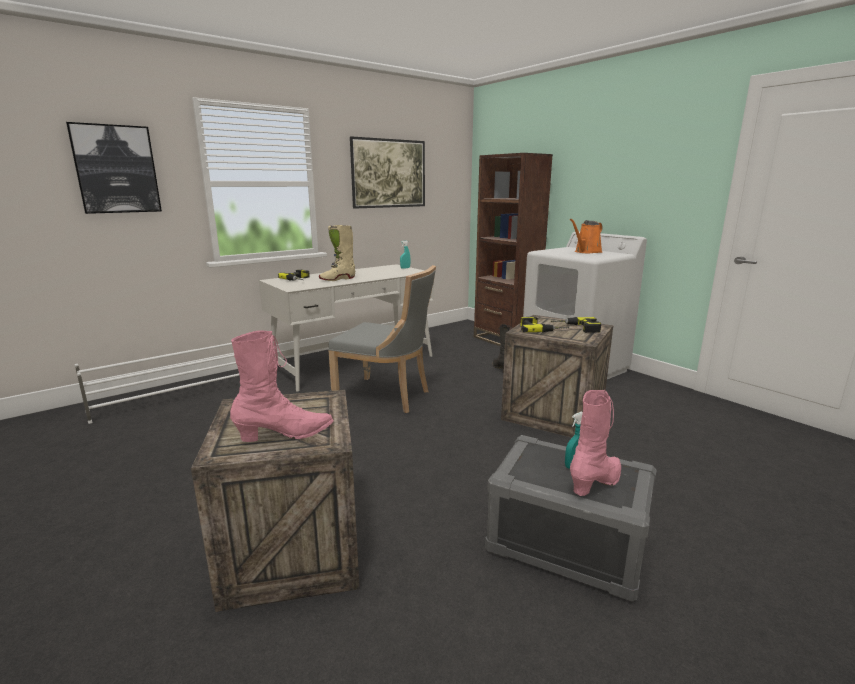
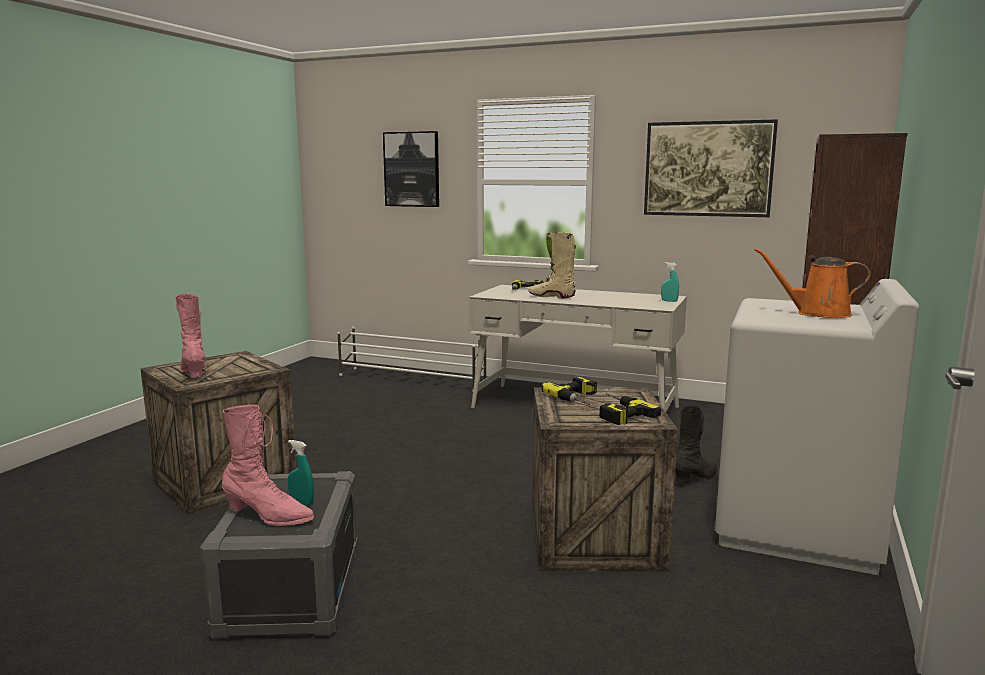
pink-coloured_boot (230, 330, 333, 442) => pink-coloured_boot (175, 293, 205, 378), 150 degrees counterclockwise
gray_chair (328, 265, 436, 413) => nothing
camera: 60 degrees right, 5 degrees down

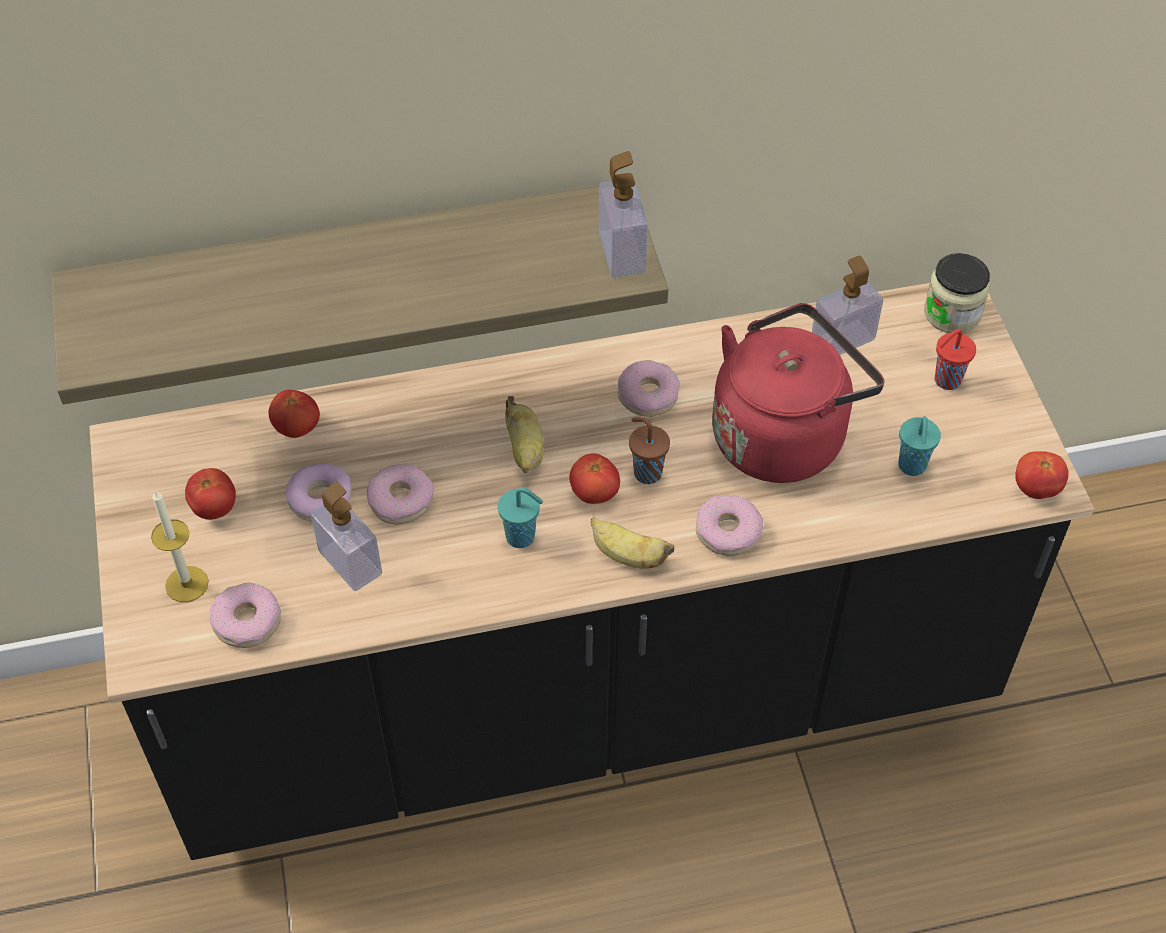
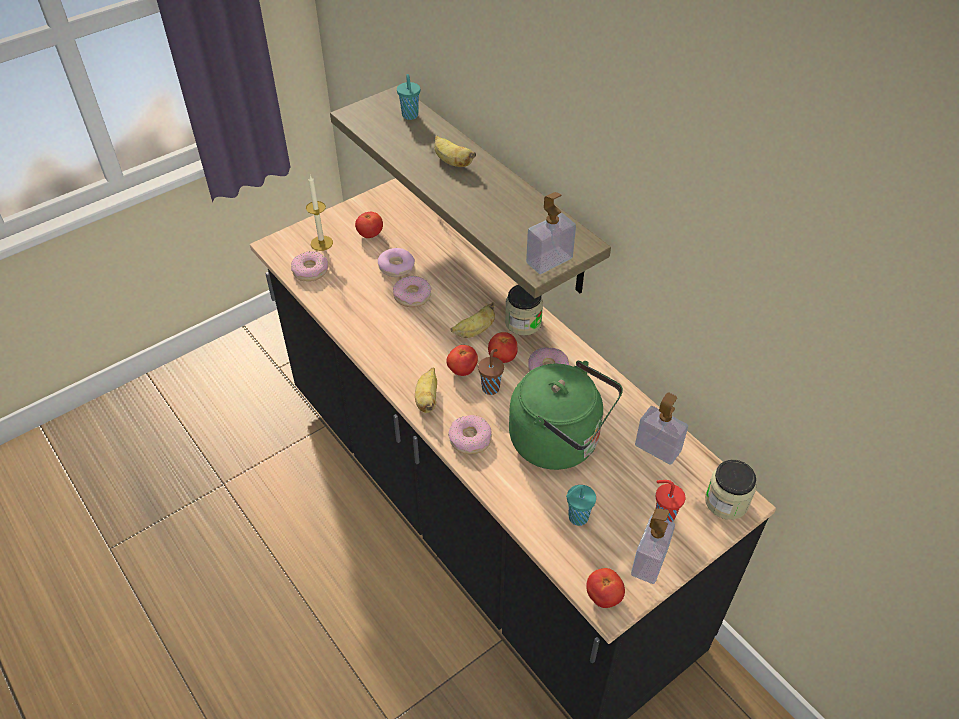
turquoise_drinking_cup (498, 487, 543, 548) => turquoise_drinking_cup (397, 74, 420, 120), move
nothing => banana (434, 136, 476, 167)
tomato (268, 390, 320, 438) => tomato (488, 332, 518, 363), move
nothing => preserve_jar (505, 285, 543, 335)
red-coloured_water_kettle (712, 303, 884, 483) => green-coloured_water_kettle (509, 361, 623, 470)
soap_bottle (311, 481, 382, 591) => soap_bottle (631, 508, 675, 584), move
camera: 65 degrees right, 5 degrees down

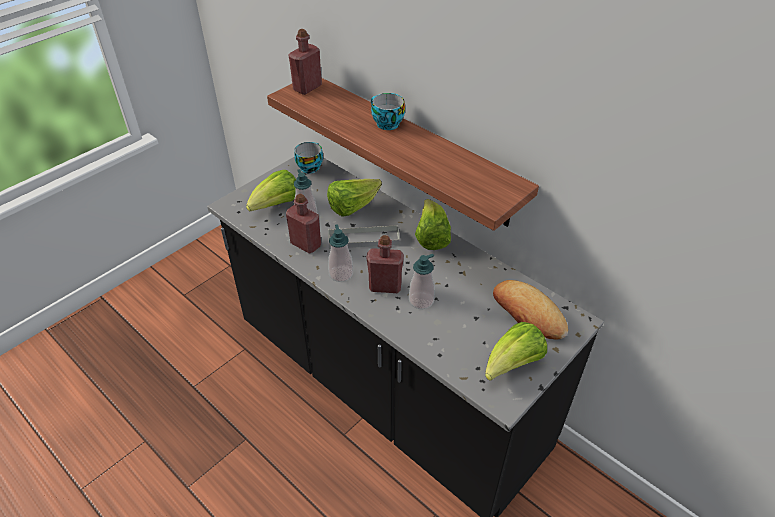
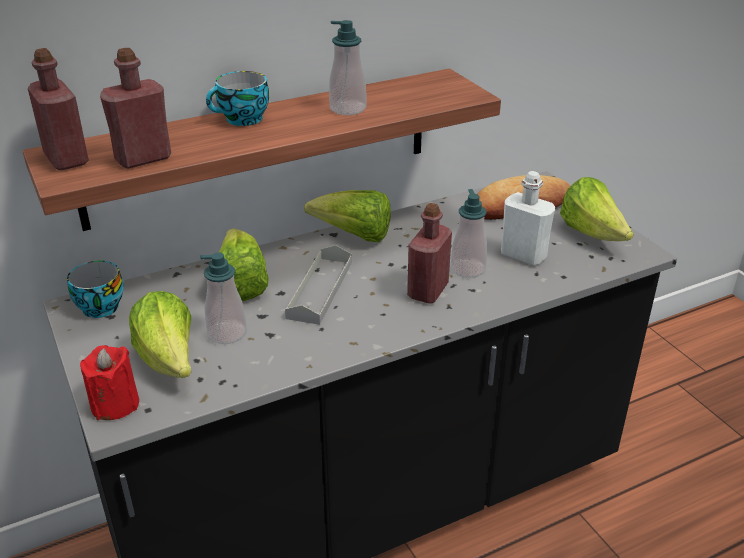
nothing => red-coloured_wax_candle (80, 345, 139, 420)
red-coloured_bottle (286, 193, 321, 253) => red-coloured_bottle (100, 48, 171, 169), move
soap_bottle (328, 224, 353, 282) => soap_bottle (329, 20, 366, 115), move
nothing => whitish_bottle (501, 171, 555, 266)
camera: 70 degrees left, 10 degrees down

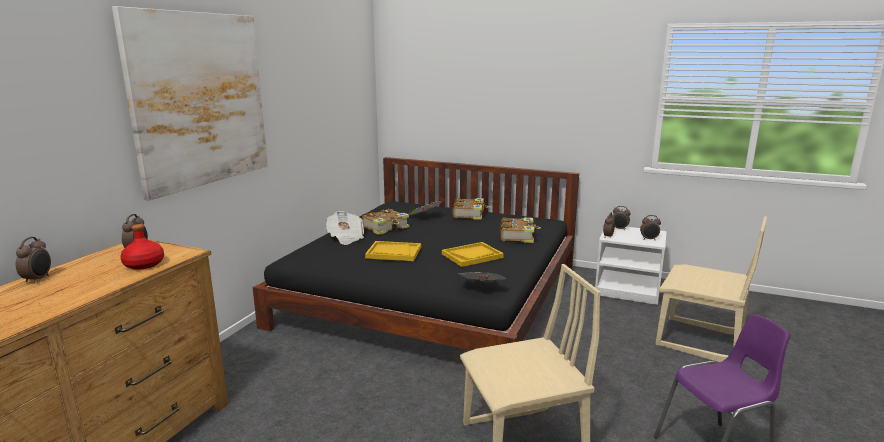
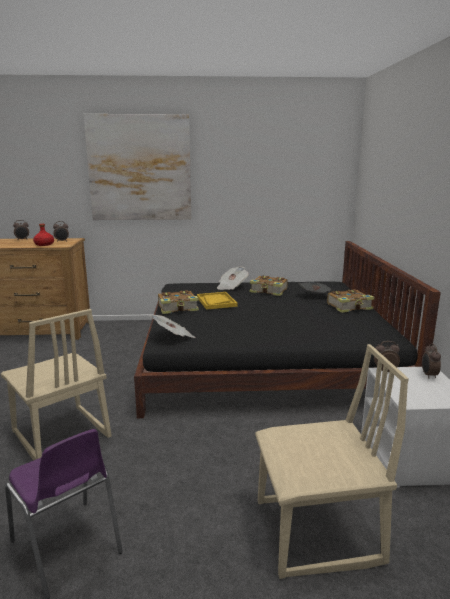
book (500, 217, 541, 243) => book (158, 290, 199, 314), move
sand-coloured_chair (656, 216, 767, 362) => sand-coloured_chair (255, 344, 409, 579), 105 degrees counterclockwise
yellowish_carrying_tray (442, 242, 504, 267) => nothing
table_clock (640, 215, 661, 240) => nothing
camera: 65 degrees right, 0 degrees up

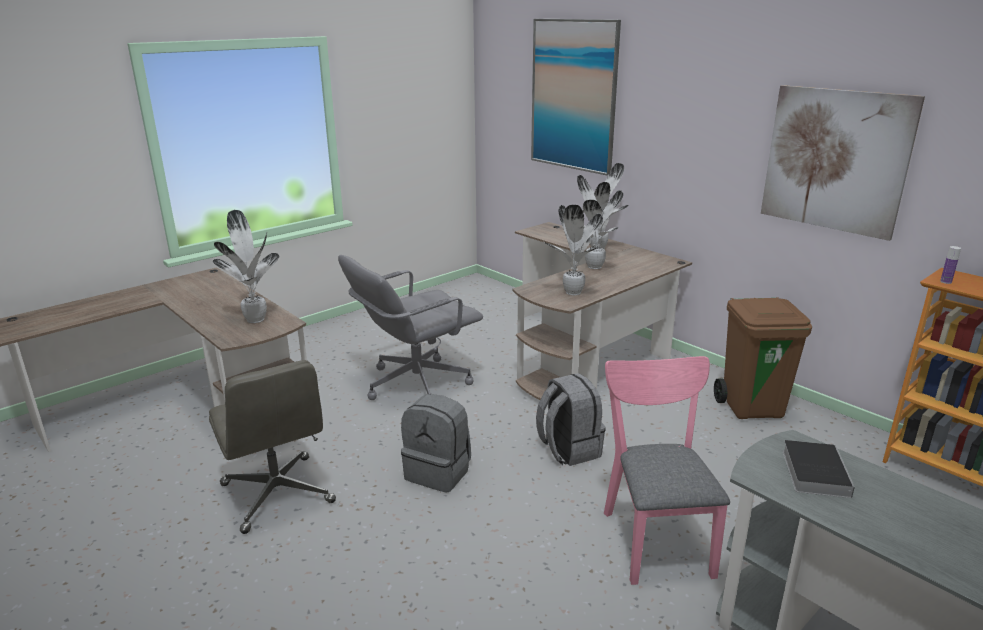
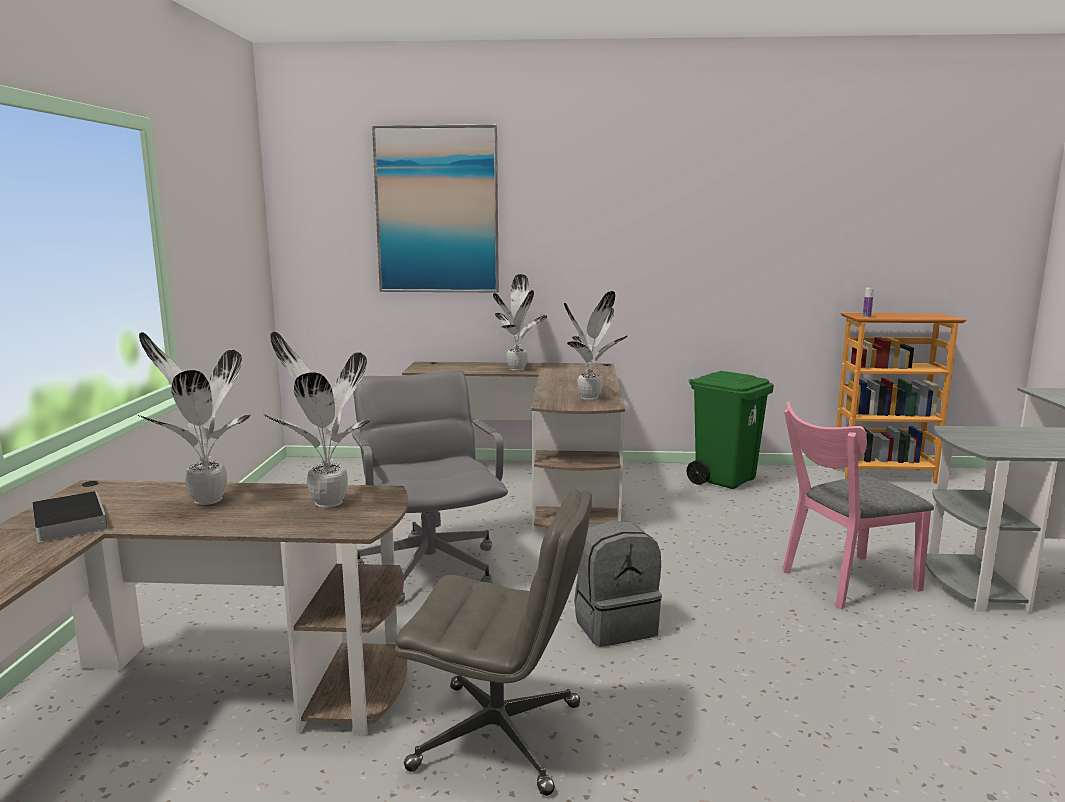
book (782, 440, 855, 498) => book (32, 491, 108, 543), move
potted_plant (577, 175, 623, 269) => potted_plant (138, 332, 251, 505), move
gray_computer_chair (338, 255, 483, 400) => gray_computer_chair (352, 370, 508, 604), 150 degrees clockwise
brown_trash_can (714, 297, 812, 419) => green-coloured_trash_can (686, 371, 774, 489)
pink-coloured_chair (604, 356, 730, 585) => pink-coloured_chair (782, 402, 934, 609), 60 degrees counterclockwise
gray_knapsack (536, 373, 606, 466) => nothing
wall_art (761, 85, 925, 241) => nothing
camera: 45 degrees left, 10 degrees down

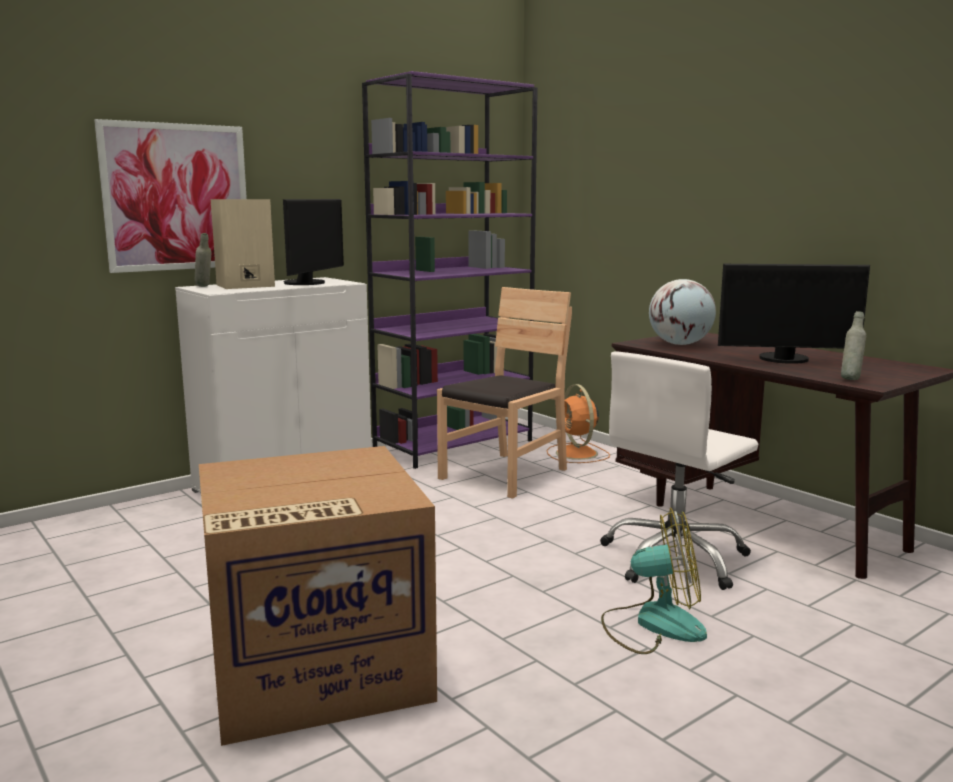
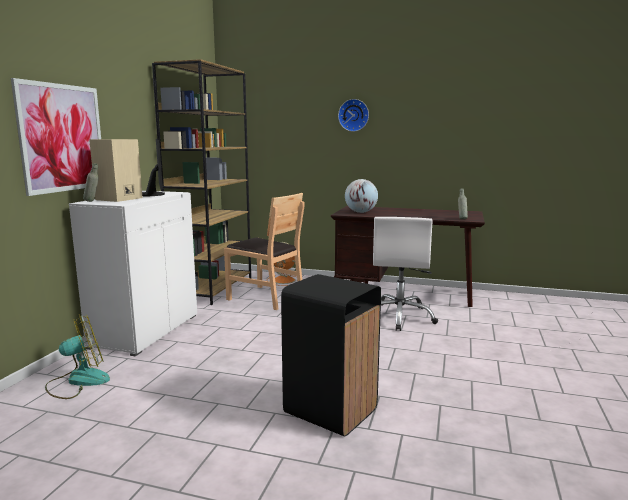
fan (601, 507, 707, 654) => fan (45, 314, 110, 399), move
purple-coloured_bookcase (362, 71, 538, 469) => brown_bookcase (152, 59, 251, 305)
brown_chair (437, 287, 572, 499) => brown_chair (224, 193, 305, 310), 120 degrees clockwise
carton (199, 446, 437, 746) => blackish_trash_can (281, 274, 381, 436)
nothing => hanging_clock (338, 99, 369, 132)
computer_screen (718, 264, 870, 364) => nothing
camera: 35 degrees left, 0 degrees up

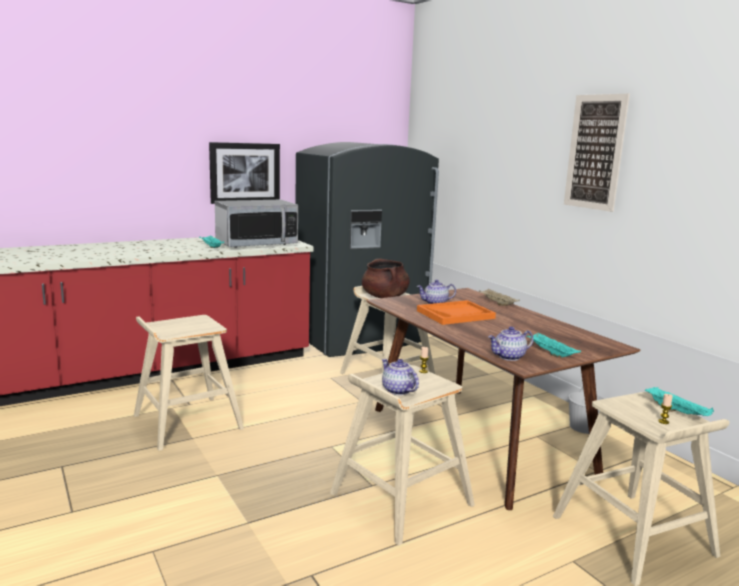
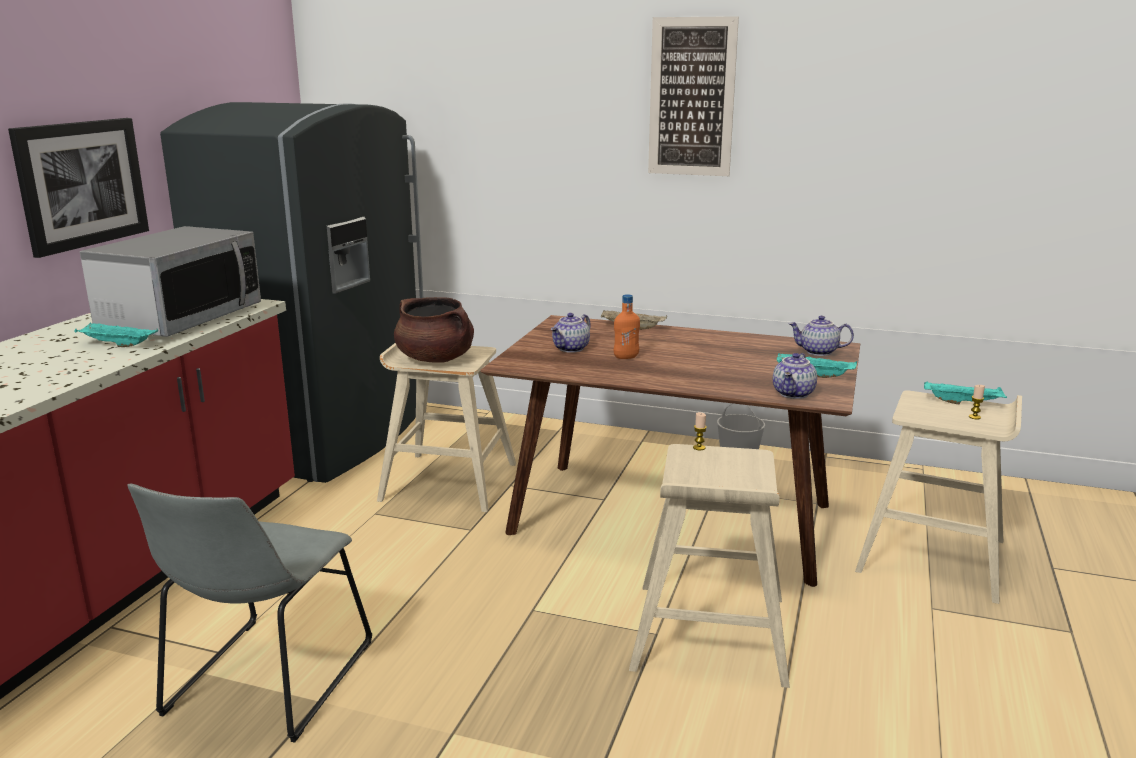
sand-coloured_stool (134, 315, 244, 451) => gray_chair (127, 484, 372, 742)
orange_carrying_tray (417, 300, 496, 325) => orange_bottle (614, 294, 640, 359)
tea_pot (382, 359, 419, 395) => tea_pot (788, 315, 854, 356), move
camera: 40 degrees left, 5 degrees up

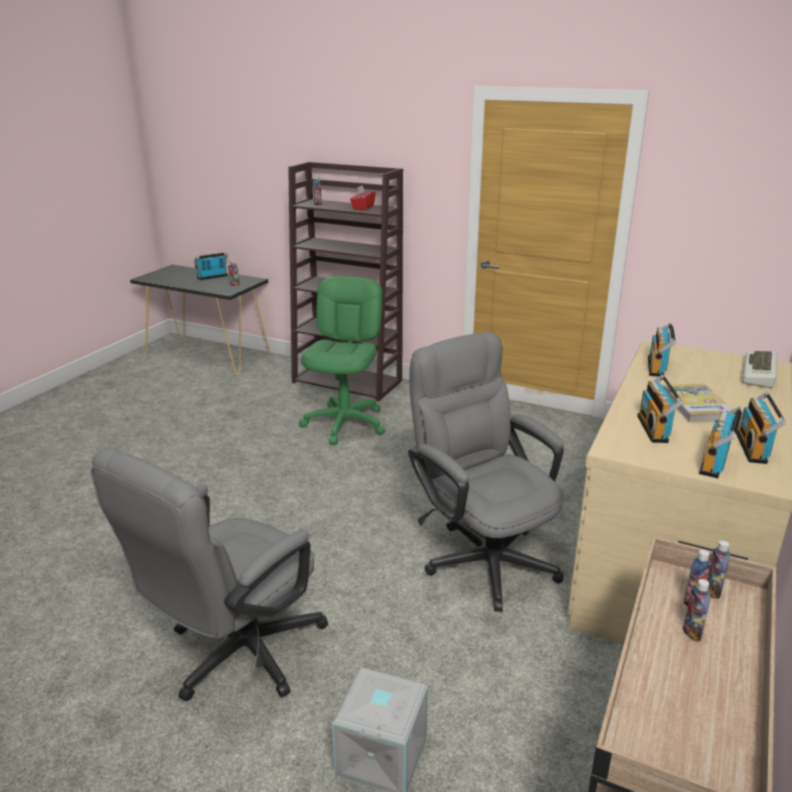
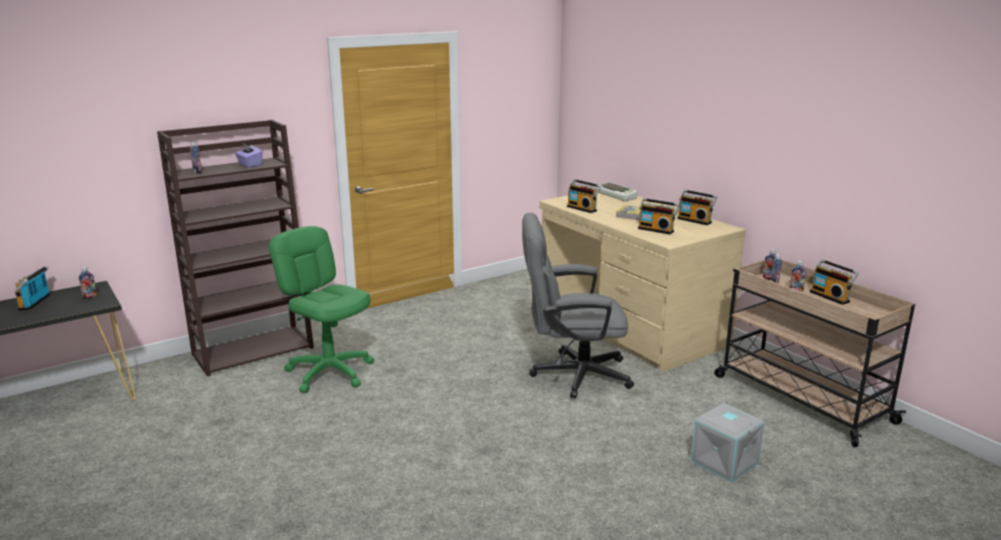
red-coloured_tissue_holder (350, 185, 376, 210) => purple-coloured_tissue_holder (235, 143, 263, 168)
radio_receiver (699, 407, 743, 478) => radio_receiver (810, 259, 859, 305), move
gray_computer_chair (91, 448, 328, 702) => nothing
camera: 60 degrees left, 5 degrees down

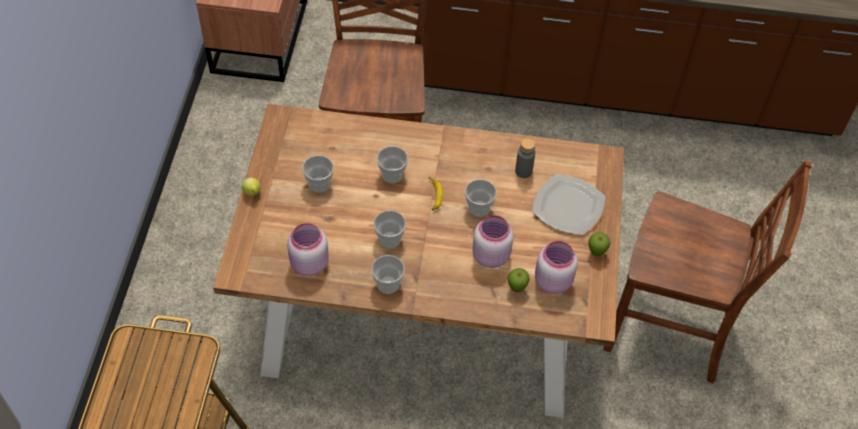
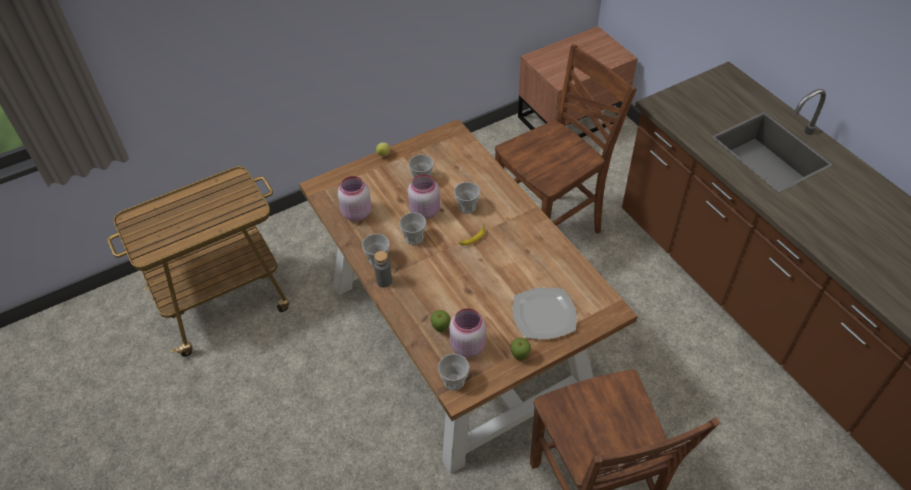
gray_bottle (515, 138, 535, 178) => gray_bottle (374, 251, 392, 288), move
pink-coloured_preserve_jar (472, 215, 513, 268) => pink-coloured_preserve_jar (408, 174, 440, 219), move
drinking_cup (465, 179, 497, 217) => drinking_cup (438, 354, 469, 391), move
camera: 55 degrees right, 5 degrees down

